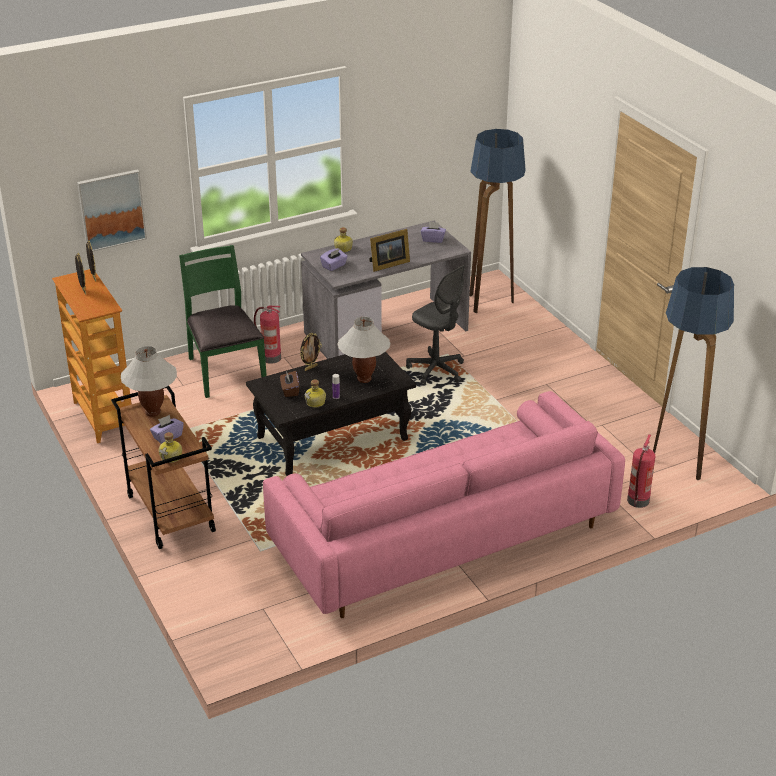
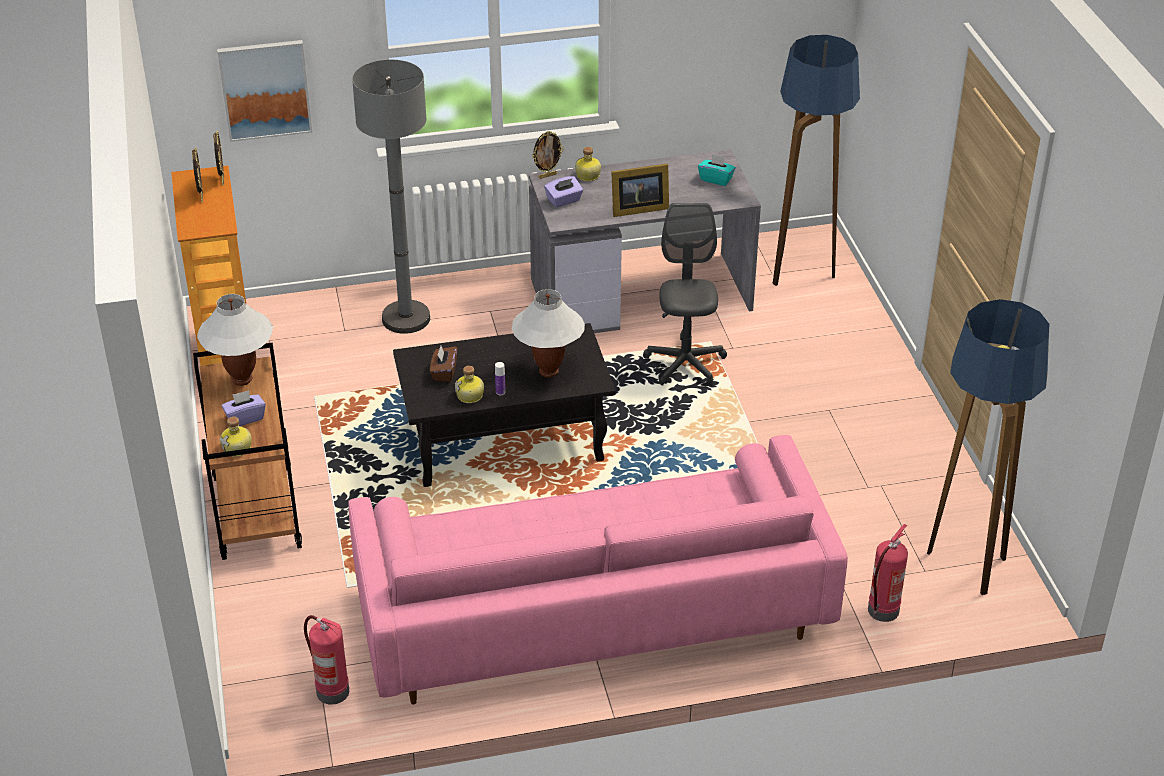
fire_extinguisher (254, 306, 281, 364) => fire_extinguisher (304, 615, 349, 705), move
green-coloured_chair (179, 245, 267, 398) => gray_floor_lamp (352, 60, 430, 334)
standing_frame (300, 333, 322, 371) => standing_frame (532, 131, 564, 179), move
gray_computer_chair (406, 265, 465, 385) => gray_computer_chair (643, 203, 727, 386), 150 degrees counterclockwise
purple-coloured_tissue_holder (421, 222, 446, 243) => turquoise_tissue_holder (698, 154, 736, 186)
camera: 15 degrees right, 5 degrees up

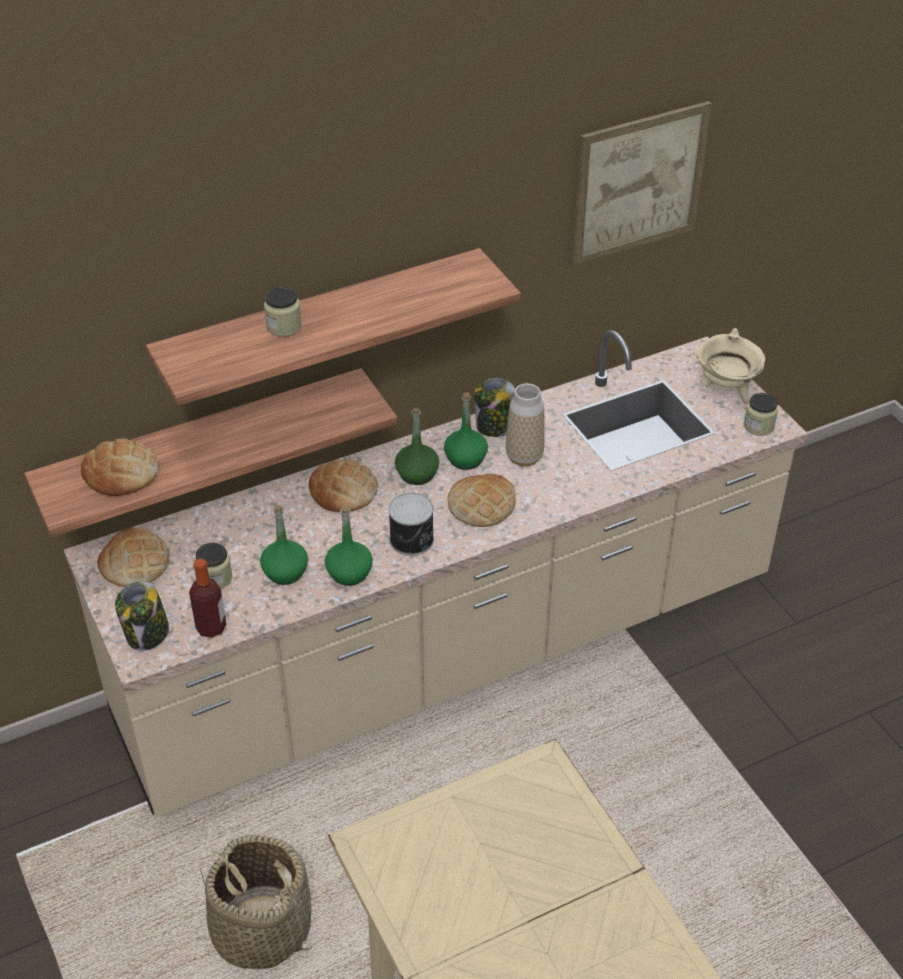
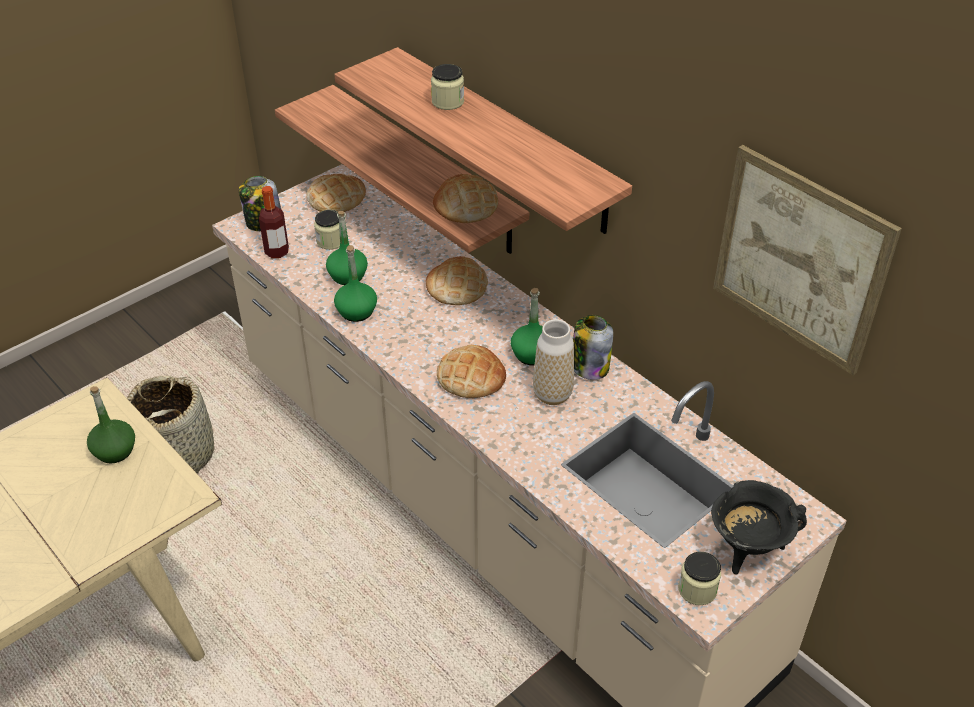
green-coloured_bottle (395, 408, 439, 485) => green-coloured_bottle (87, 386, 135, 463), move
bread (81, 438, 159, 496) => bread (433, 174, 498, 223), move
sand-coloured_stockpot (696, 328, 765, 404) => blackish_stockpot (711, 480, 807, 575)
metal_can (388, 493, 434, 556) => nothing
camera: 75 degrees right, 0 degrees up

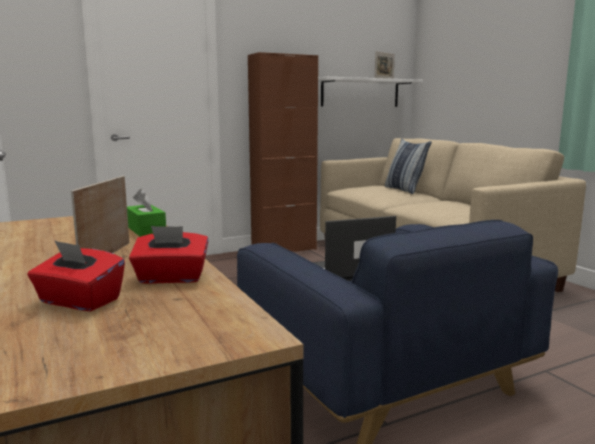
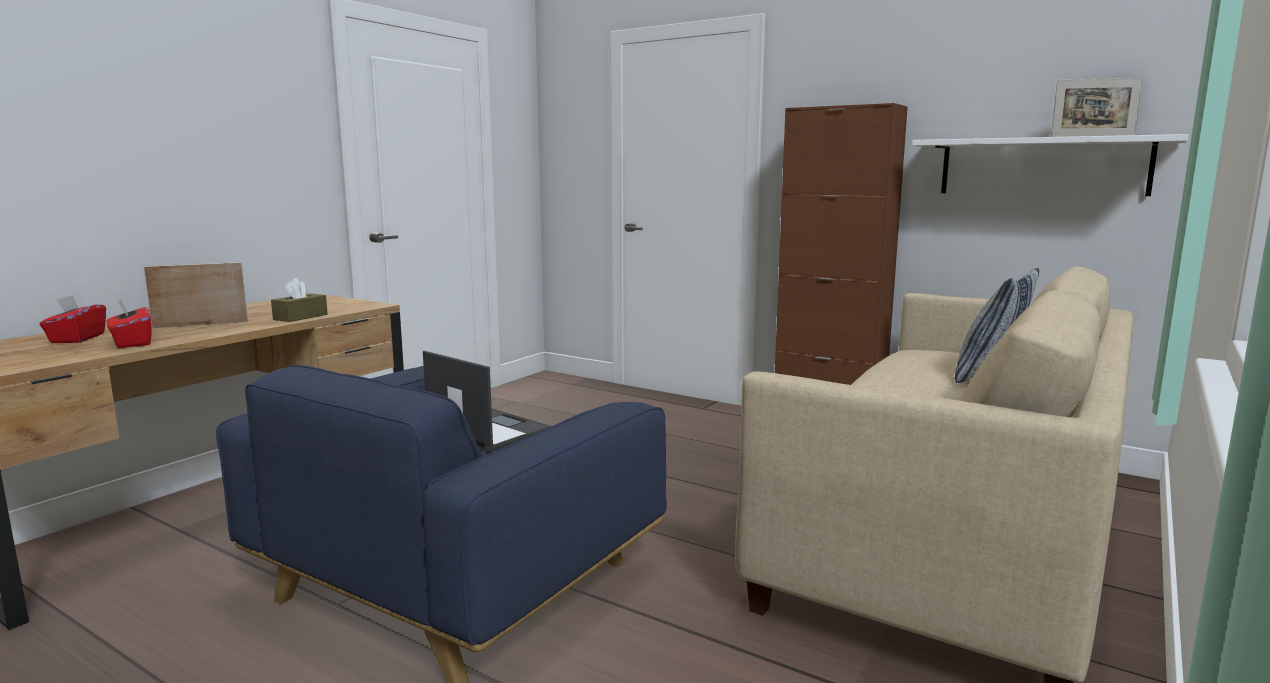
green-coloured_tissue_holder (127, 189, 166, 237) => brown_tissue_holder (271, 278, 328, 322)
camera: 60 degrees right, 0 degrees up

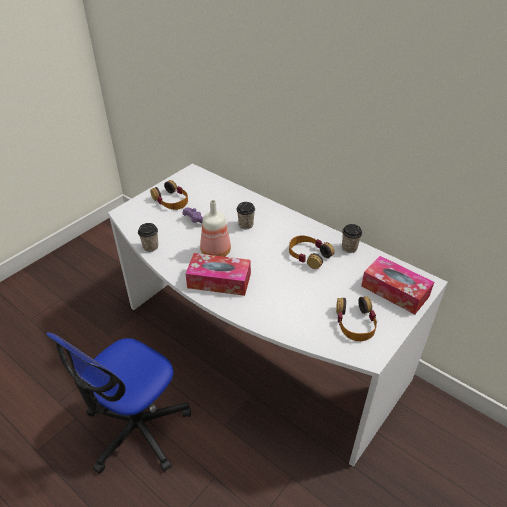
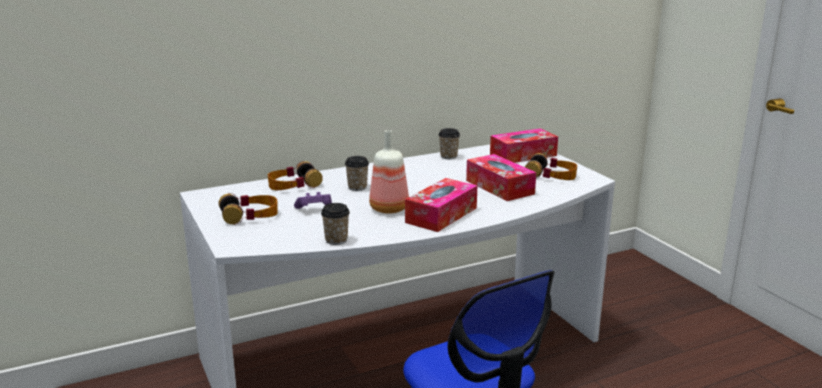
headset (289, 235, 335, 269) => headset (268, 161, 323, 190), move
nothing => tissue_holder (466, 154, 536, 201)
camera: 65 degrees left, 20 degrees down

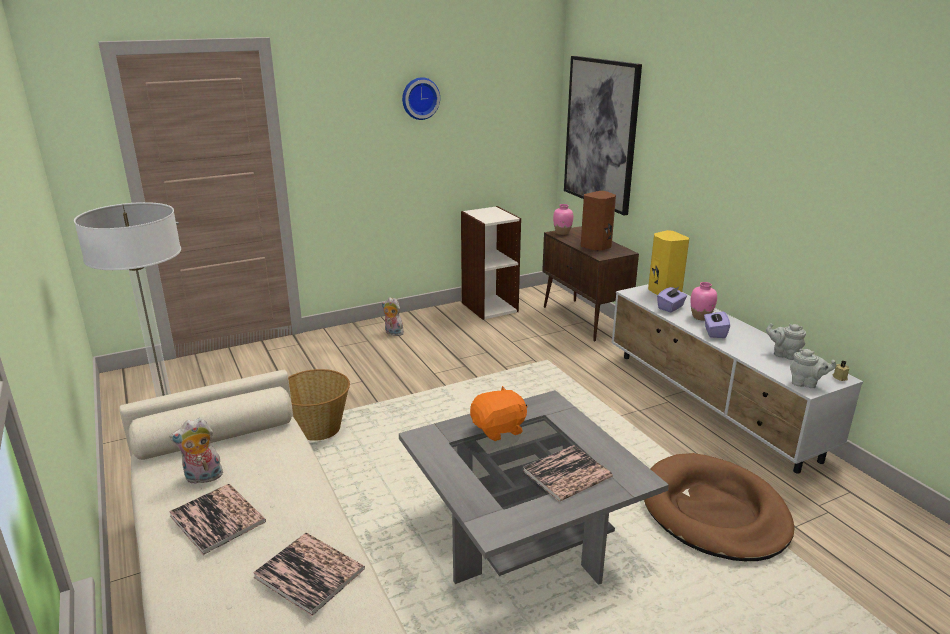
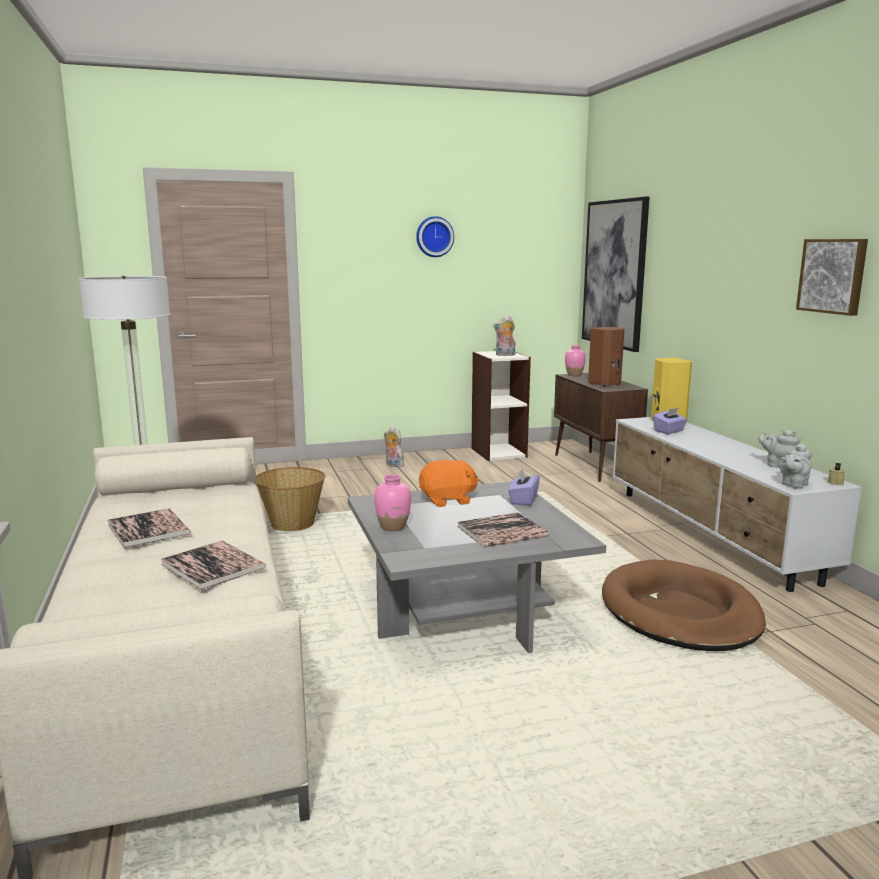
pink-coloured_decorative_vase (691, 282, 717, 320) => pink-coloured_decorative_vase (374, 475, 411, 531), move
soft_toy (169, 417, 224, 484) => soft_toy (493, 316, 515, 356), move
purple-coloured_tissue_holder (704, 308, 730, 338) => purple-coloured_tissue_holder (508, 468, 540, 506), move
gray_tea_pot (790, 349, 836, 388) => gray_tea_pot (779, 443, 812, 489), 105 degrees clockwise
nothing => wall_art (796, 239, 868, 316)
camera: 10 degrees right, 10 degrees down

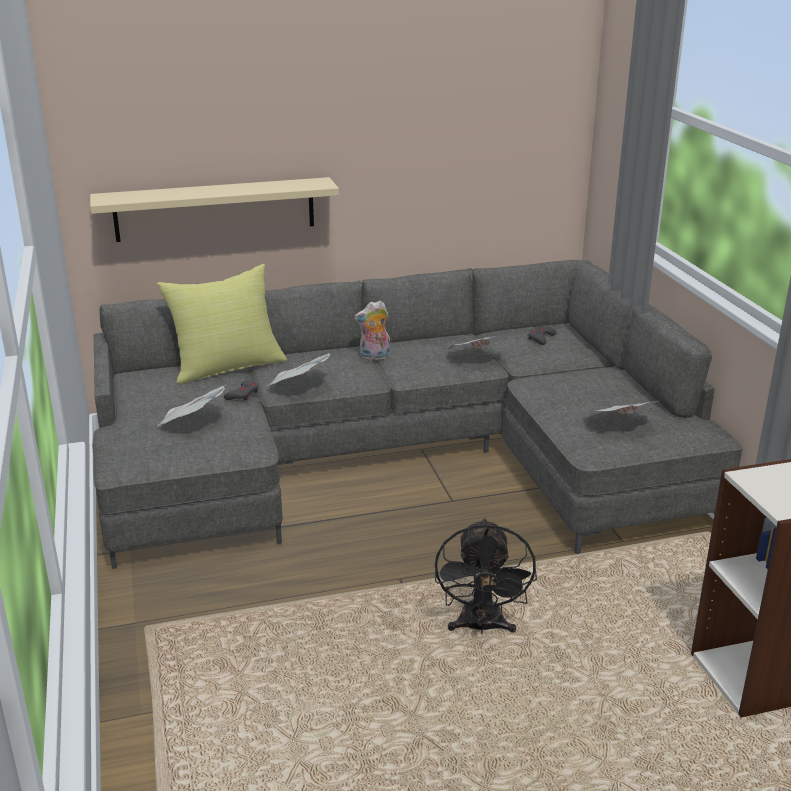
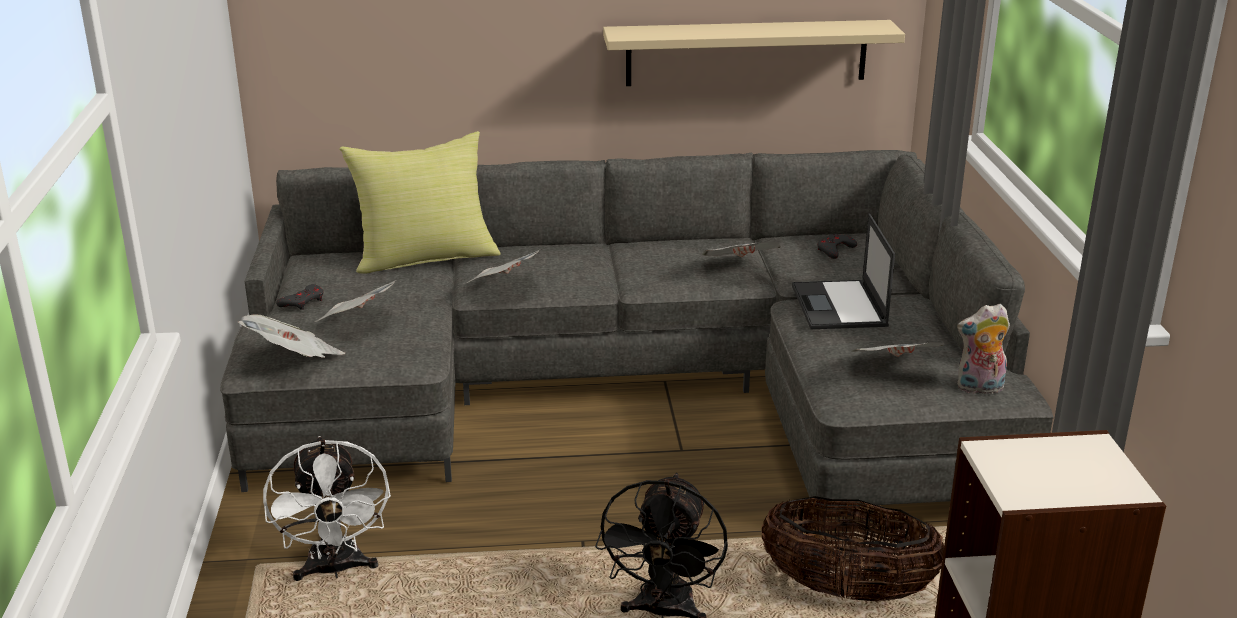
nothing => daily_paper (238, 314, 345, 358)
nothing => whitish_fan (263, 436, 391, 581)
gray_gamepad (224, 380, 259, 401) => gray_gamepad (276, 284, 323, 310), move
sand-coloured_shelf (90, 177, 339, 242) => sand-coloured_shelf (603, 20, 905, 86), move
nothing => household_basket (762, 496, 944, 602)
nothing => laptop (792, 214, 895, 329)
soft_toy (354, 300, 390, 361) => soft_toy (957, 304, 1010, 394), move
camera: 10 degrees right, 0 degrees up

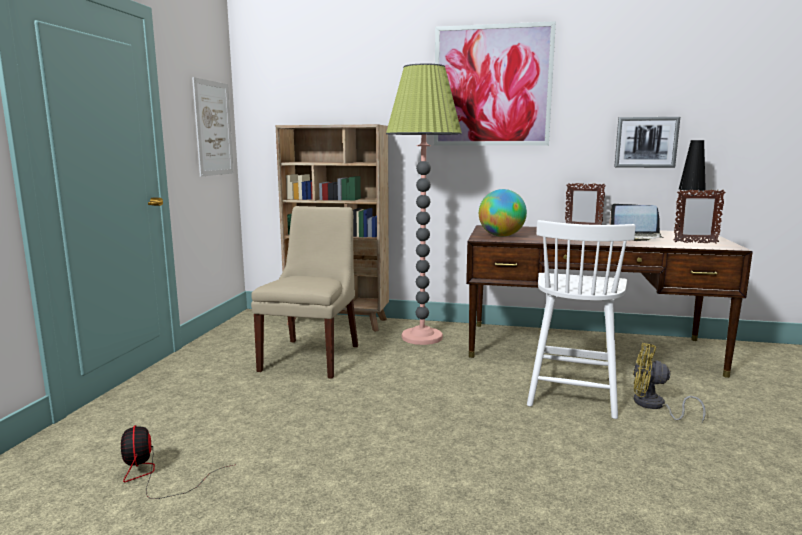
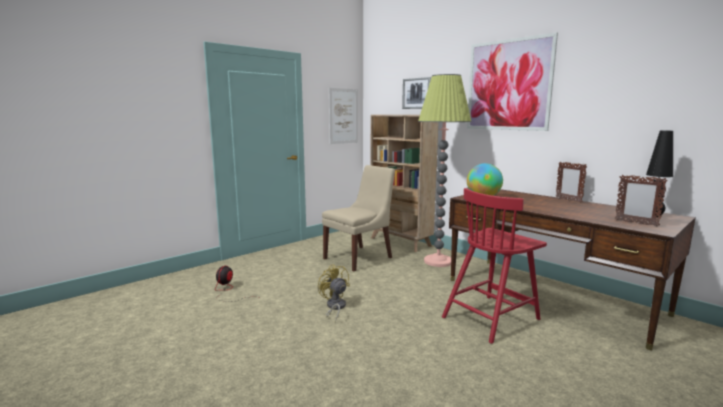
yellowish_fan (633, 343, 706, 423) => yellowish_fan (318, 264, 350, 322), move
wall_art (614, 117, 680, 168) => wall_art (402, 77, 431, 109), move
whitish_chair (527, 220, 636, 419) => red-coloured_chair (442, 188, 547, 344)
laptop (609, 204, 664, 241) => nothing
camera: 35 degrees right, 0 degrees up

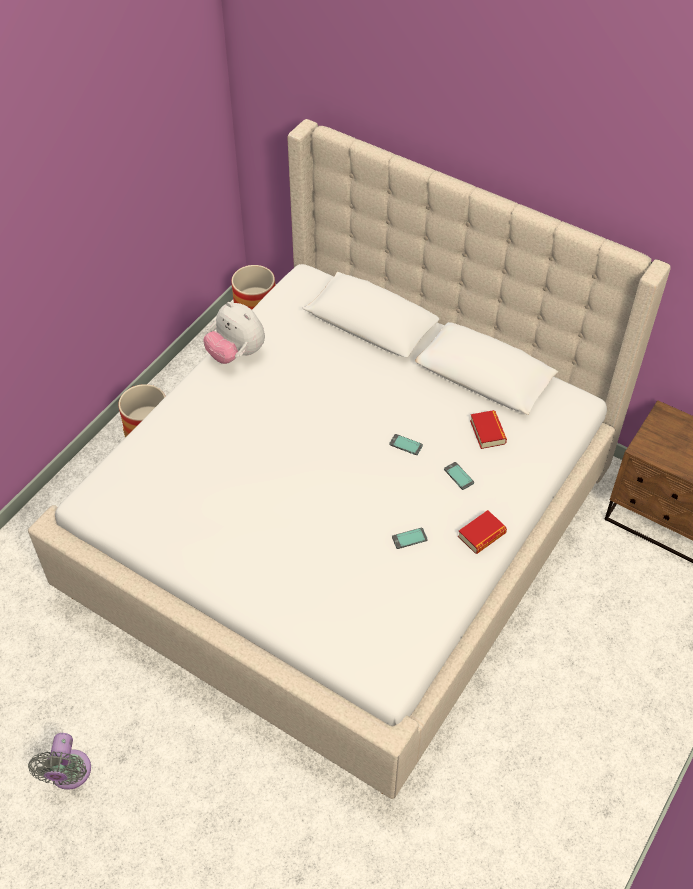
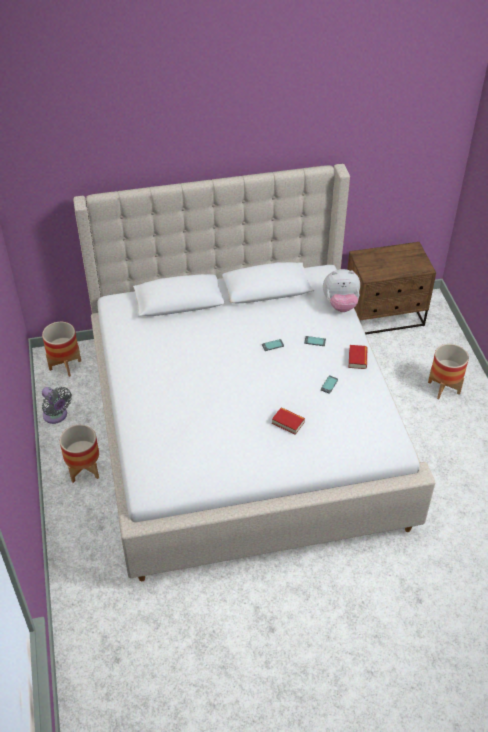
gray_fan (28, 733, 91, 790) => gray_fan (42, 387, 72, 424), move
book (470, 410, 507, 449) => book (272, 408, 305, 435), move
soft_toy (203, 302, 265, 364) => soft_toy (323, 269, 360, 312), move
nothing => planter (428, 344, 469, 399)
camera: 45 degrees left, 5 degrees down

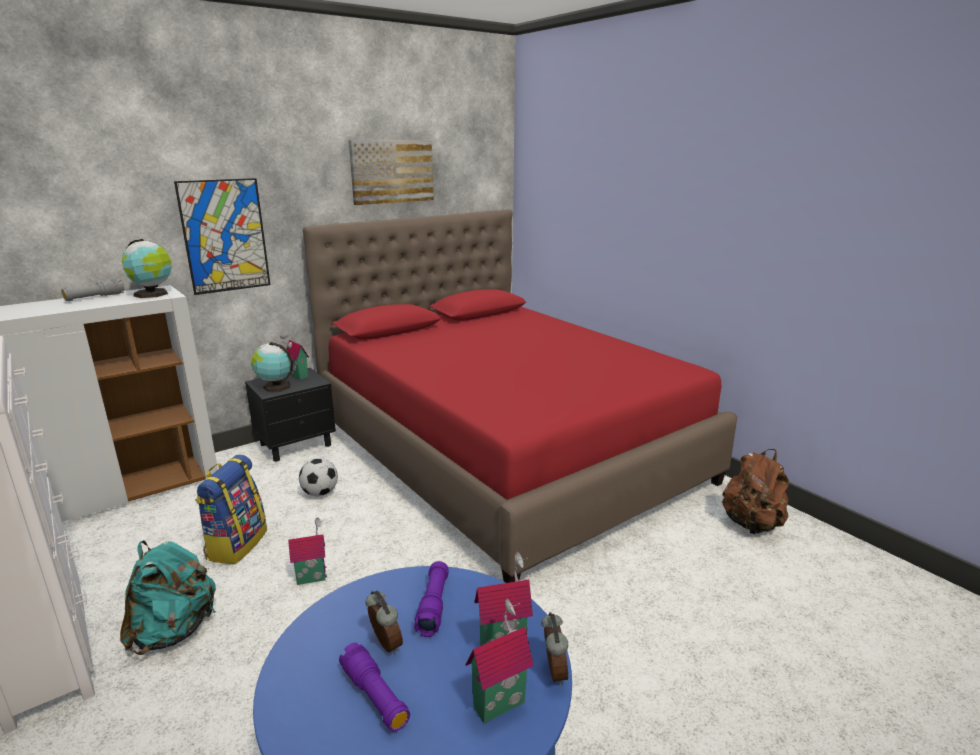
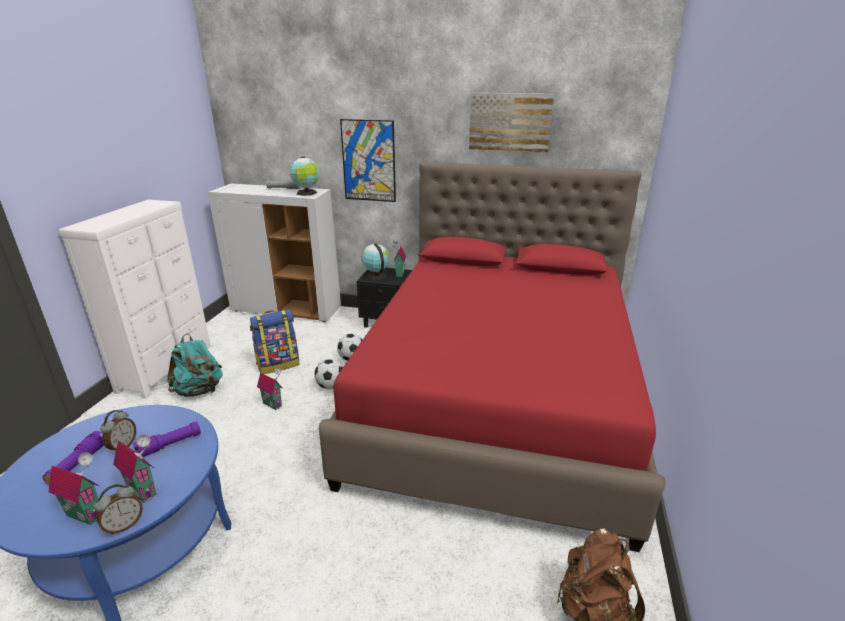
nothing => ball_for_football (314, 359, 343, 389)
camera: 50 degrees right, 5 degrees up

